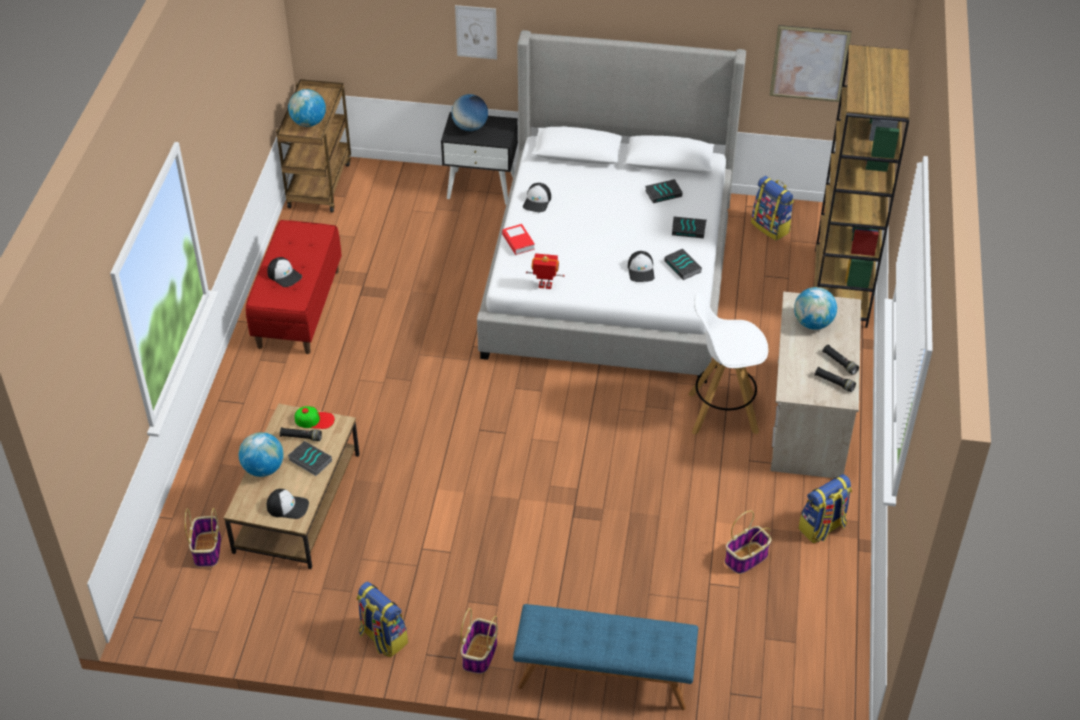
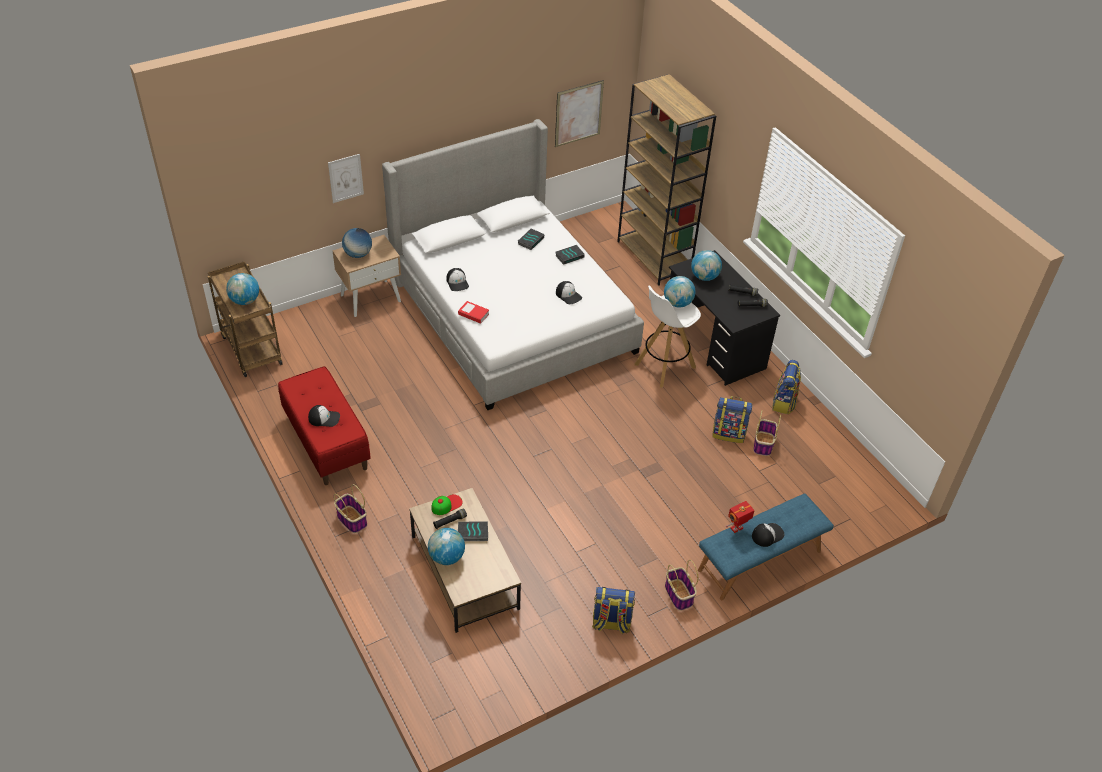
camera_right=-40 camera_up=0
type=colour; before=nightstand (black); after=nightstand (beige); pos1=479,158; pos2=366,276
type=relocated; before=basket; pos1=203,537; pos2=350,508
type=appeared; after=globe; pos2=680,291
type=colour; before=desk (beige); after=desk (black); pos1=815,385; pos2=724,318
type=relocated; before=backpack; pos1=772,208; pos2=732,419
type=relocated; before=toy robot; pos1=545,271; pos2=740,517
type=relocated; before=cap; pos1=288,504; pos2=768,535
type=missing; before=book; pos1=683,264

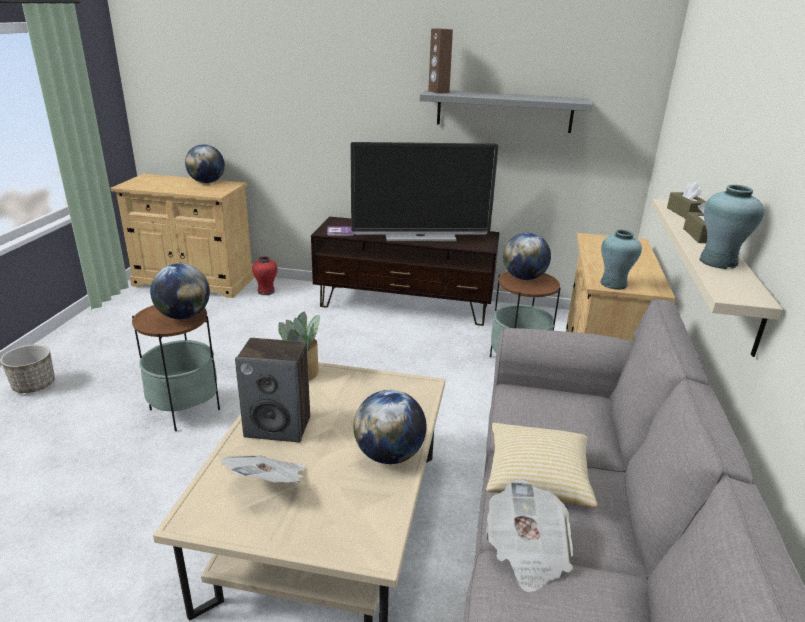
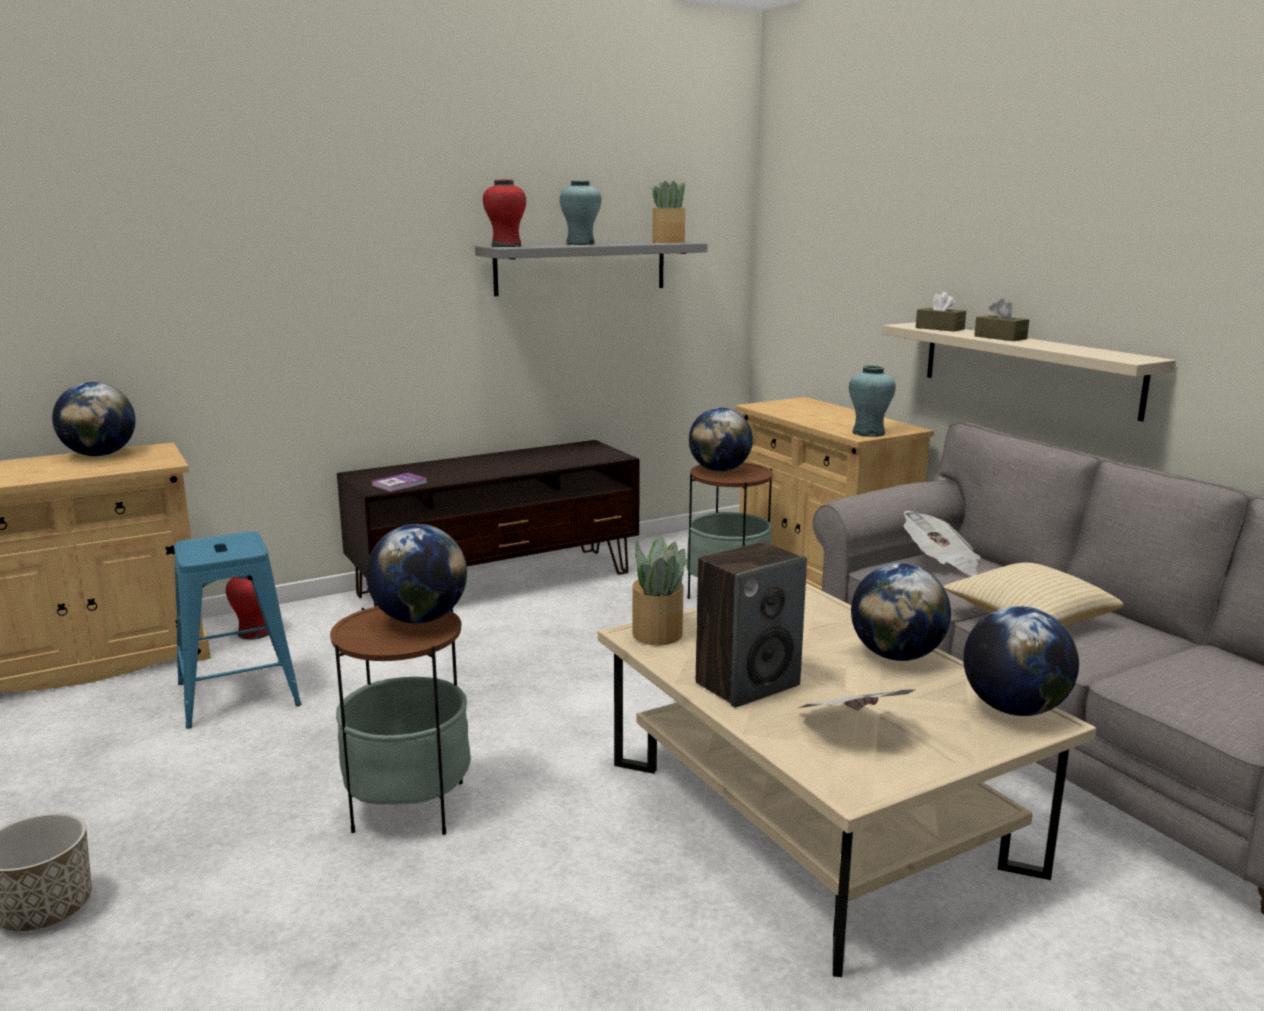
camera_right=-40 camera_up=-10
type=appeared; after=stool (blue); pos2=237,630
type=exchanged; before=speaker (brown); after=vase (red); pos1=440,61; pos2=504,213
type=relocated; before=vase (turquoise); pos1=731,227; pos2=580,212
type=appeared; after=potted plant; pos2=668,212
type=relocated; before=newspaper; pos1=529,536; pos2=941,543
type=appeared; after=globe; pos2=1021,661
type=missing; before=television; pos1=424,191

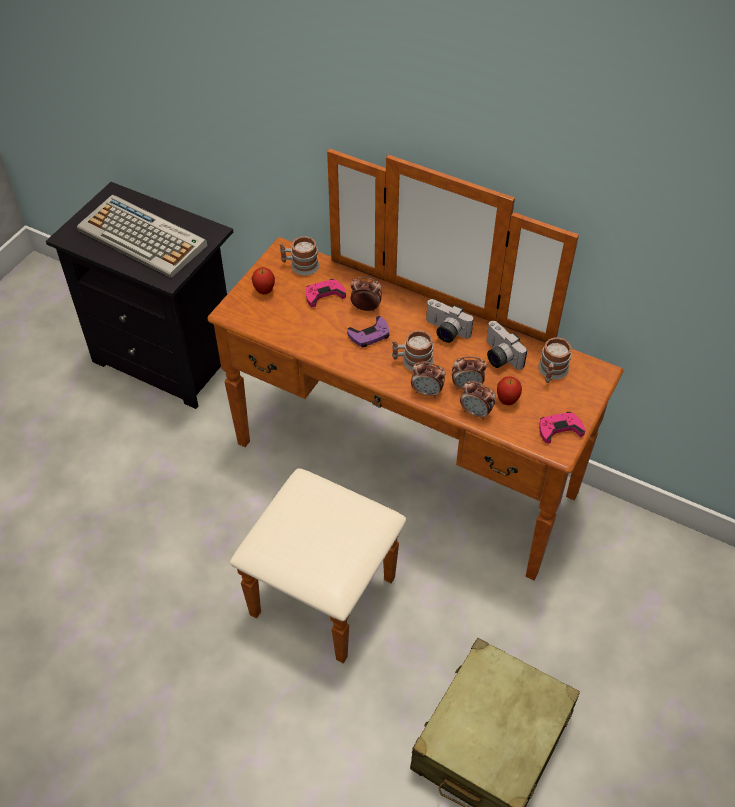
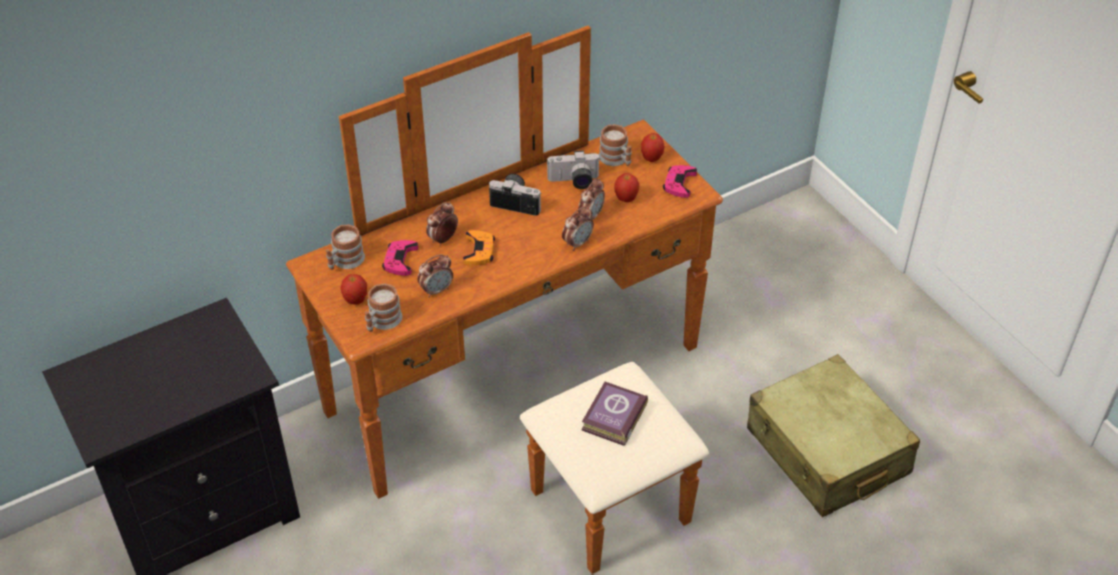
camera_right=-60 camera_up=-5
type=relocated; before=mug; pos1=412,350; pos2=383,307
type=relocated; before=alarm clock; pos1=477,400; pos2=435,276
type=colour; before=game controller (purple); after=game controller (orange); pos1=368,331; pos2=479,247
type=spun; before=photo camera; pos1=450,321; pos2=515,195; turn=-135
type=appeared; after=book; pos2=615,414
type=appeared; after=apple; pos2=652,147
type=missing; before=keyboard; pos1=142,236

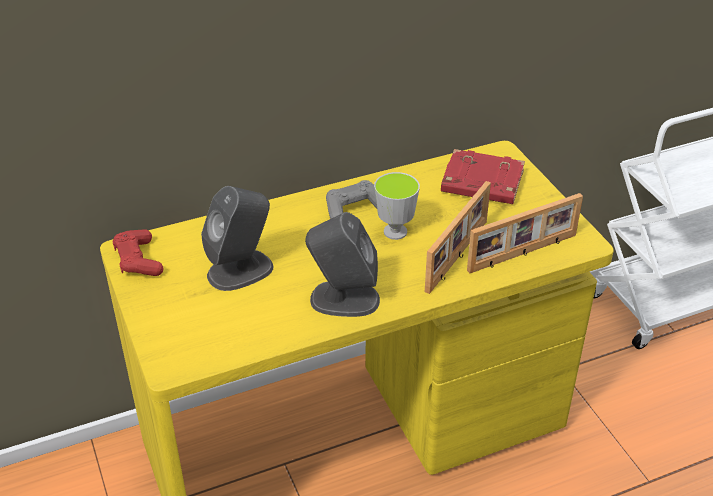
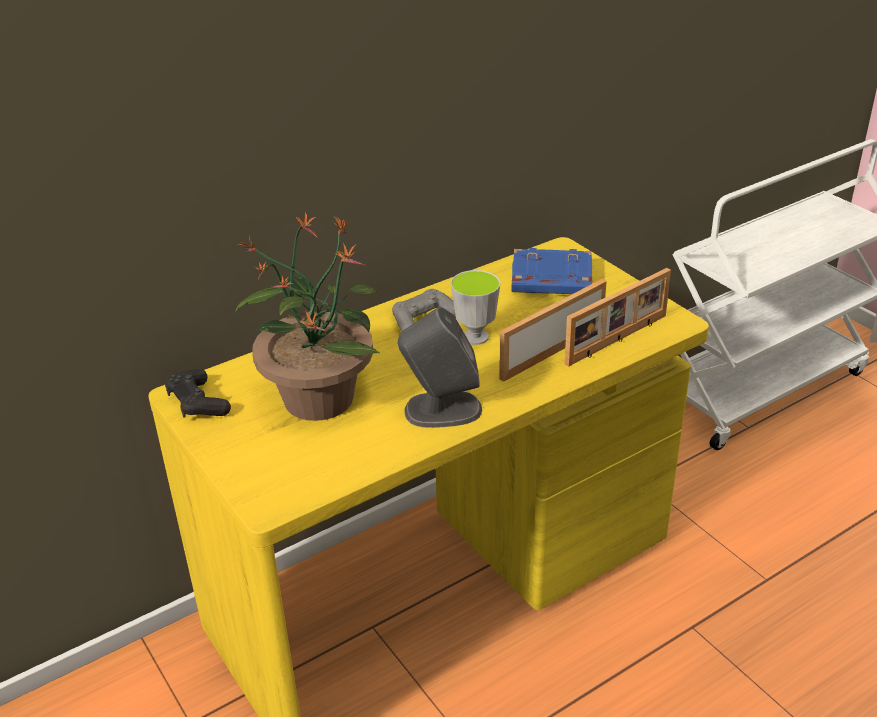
camera_right=-10 camera_up=-5
type=colour; before=game controller (red); after=game controller (black); pos1=138,253; pos2=198,393
type=exchanged; before=speaker (grey); after=potted plant; pos1=237,238; pos2=308,316
type=spun; before=picture frame; pos1=458,237; pos2=553,330; turn=-150
type=colour; before=book (red); after=book (blue); pos1=483,176; pos2=551,271

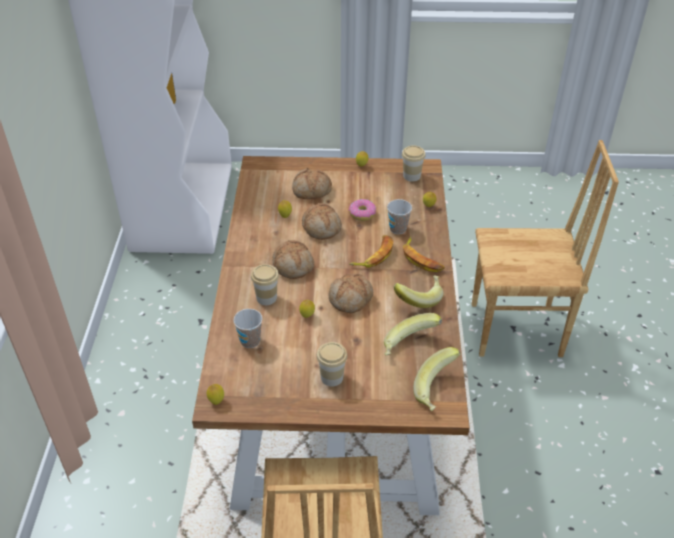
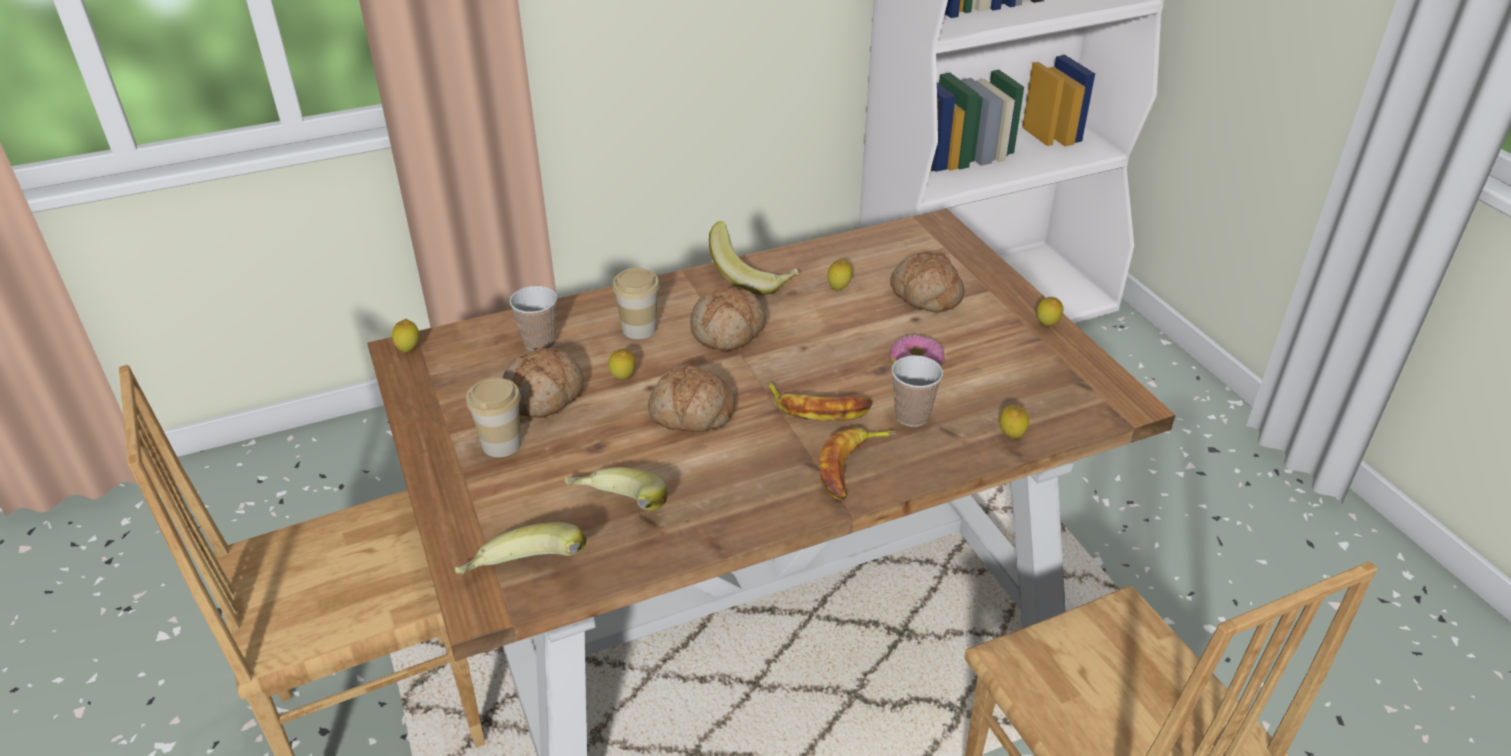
camera_right=65 camera_up=-5
type=relocated; before=bread; pos1=322,221; pos2=543,383
type=relocated; before=banana; pos1=419,291; pos2=754,258
type=missing; before=cup; pos1=413,163

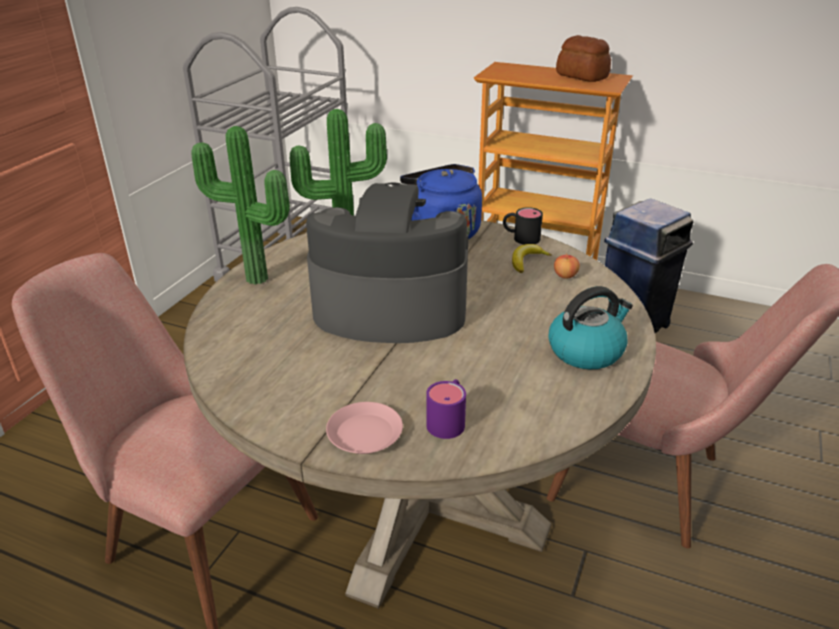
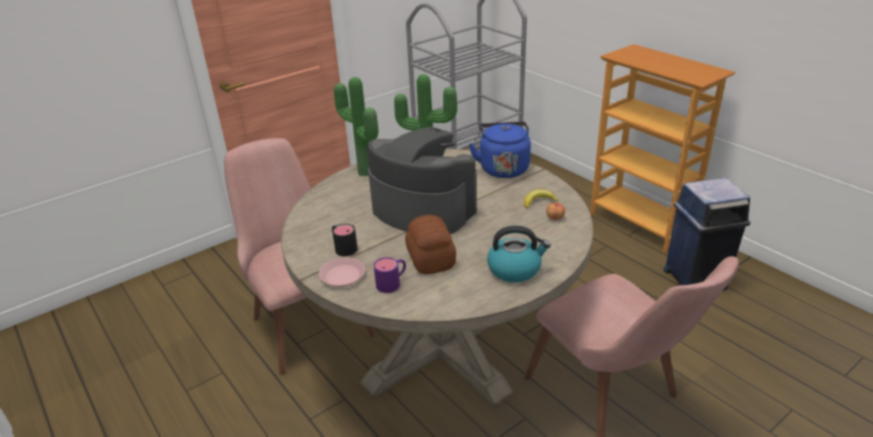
camera_right=30 camera_up=0
type=relocated; before=mug (black); pos1=523,226; pos2=345,240
type=relocated; before=bread; pos1=583,58; pos2=430,244

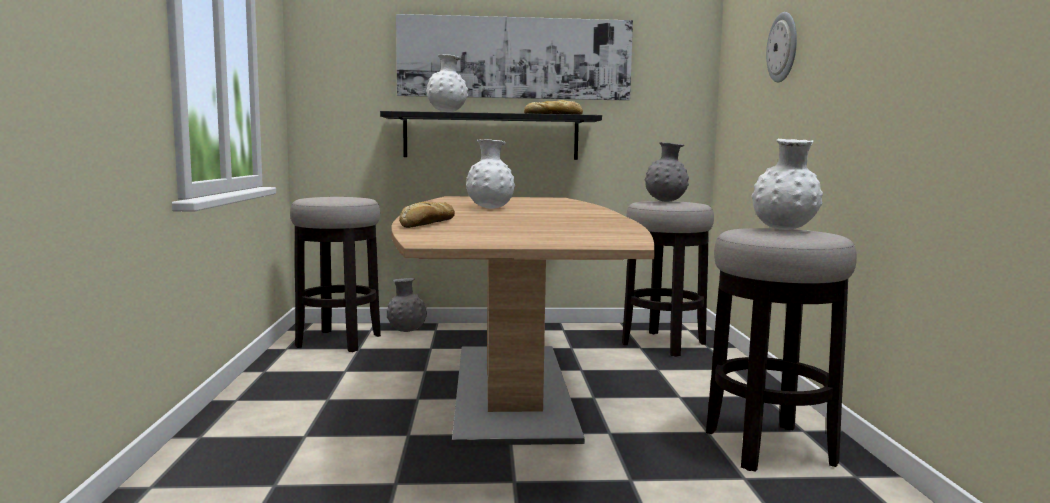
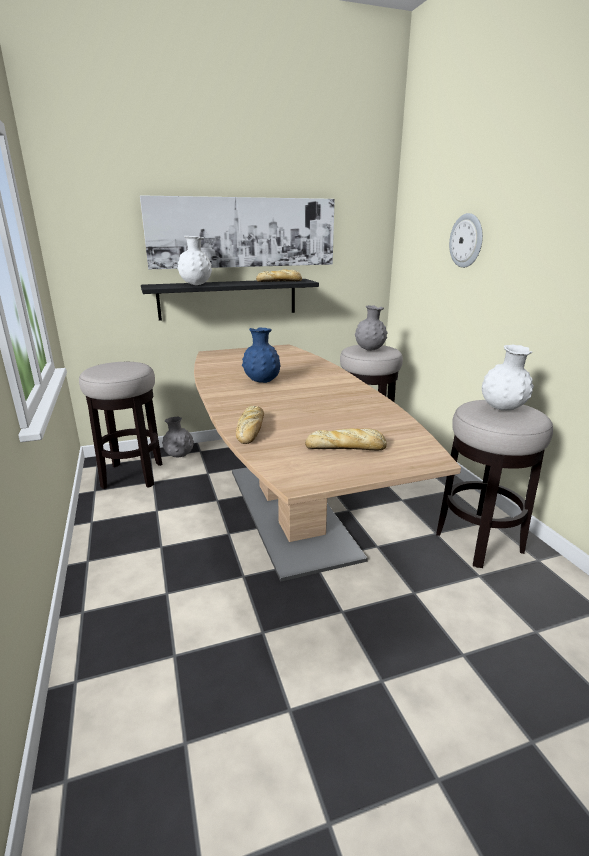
camera_right=-15 camera_up=15
type=colour; before=vase (white); after=vase (blue); pos1=490,174; pos2=261,355
type=appeared; after=bread; pos2=346,439

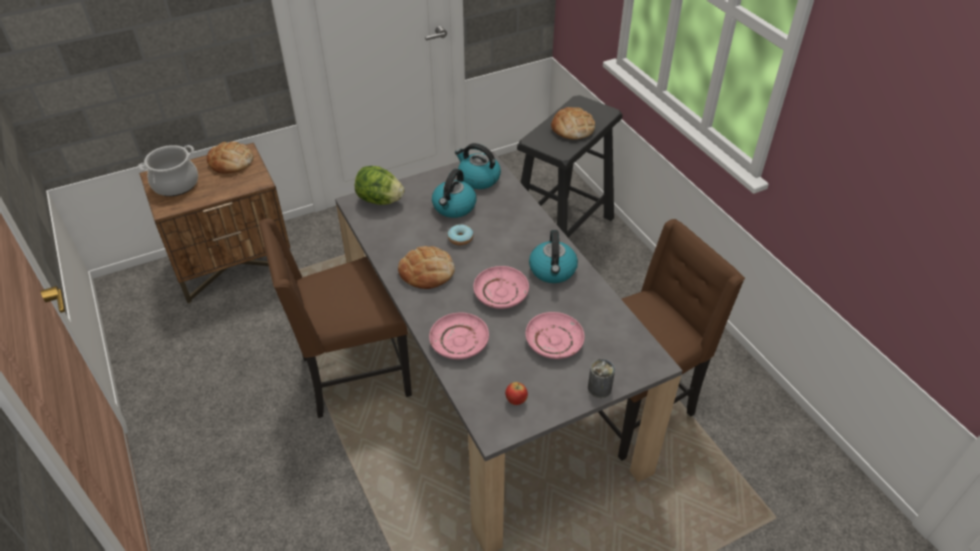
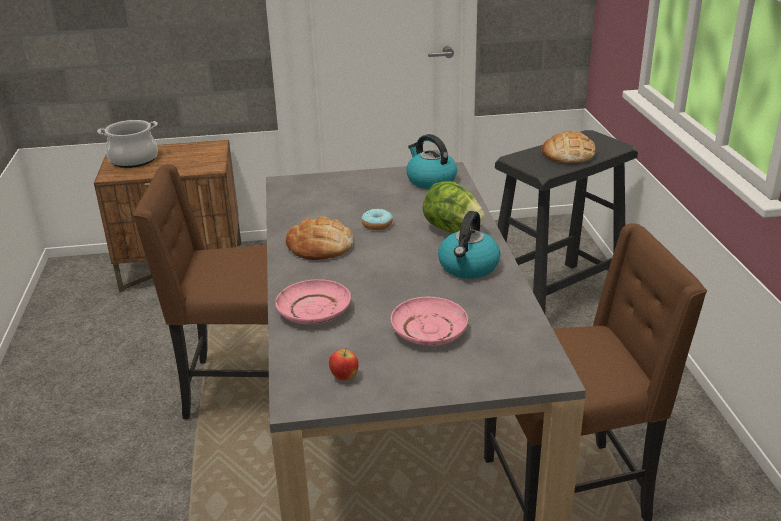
camera_right=20 camera_up=-15
type=relocated; before=lettuce; pos1=379,185; pos2=454,207
type=missing; before=bread; pos1=230,157
type=missing; before=kettle; pos1=454,193
type=missing; before=plate (pink); pos1=501,287
type=missing; before=can; pos1=601,378

